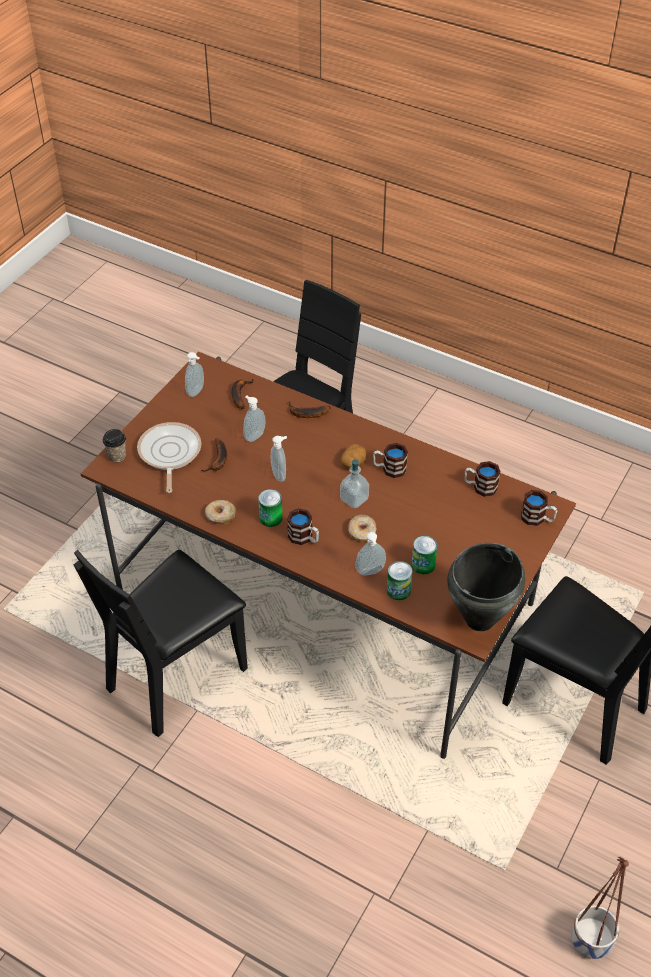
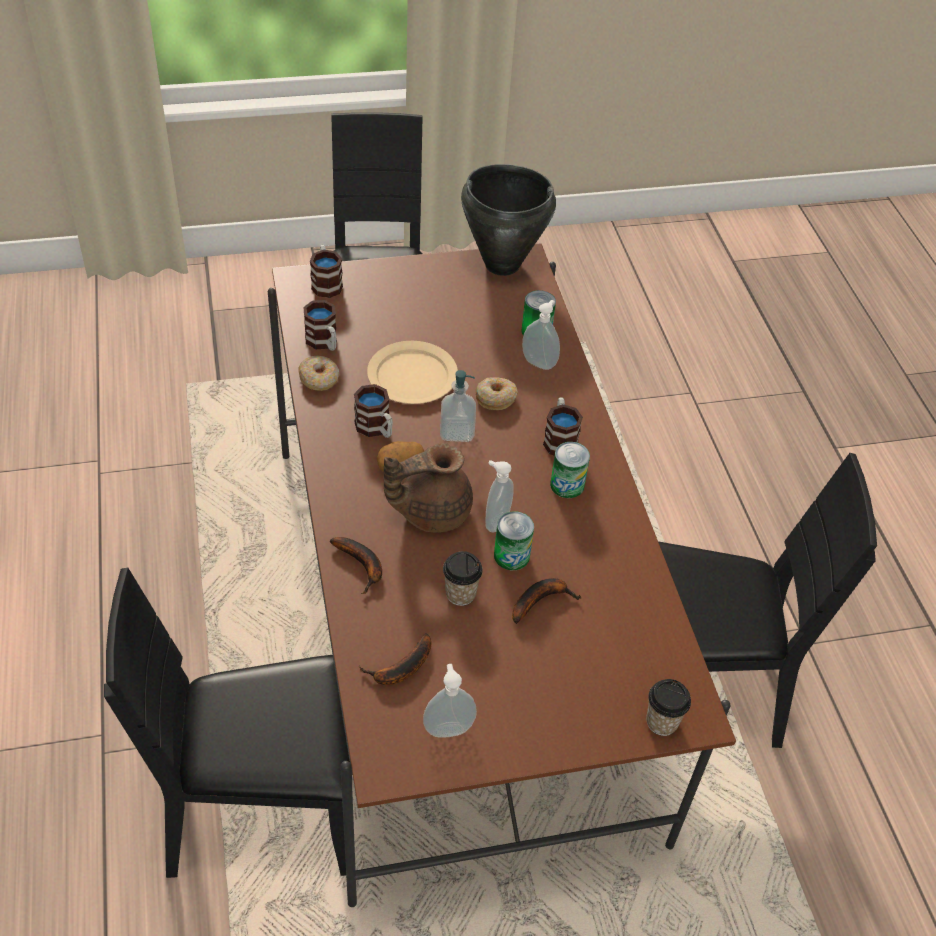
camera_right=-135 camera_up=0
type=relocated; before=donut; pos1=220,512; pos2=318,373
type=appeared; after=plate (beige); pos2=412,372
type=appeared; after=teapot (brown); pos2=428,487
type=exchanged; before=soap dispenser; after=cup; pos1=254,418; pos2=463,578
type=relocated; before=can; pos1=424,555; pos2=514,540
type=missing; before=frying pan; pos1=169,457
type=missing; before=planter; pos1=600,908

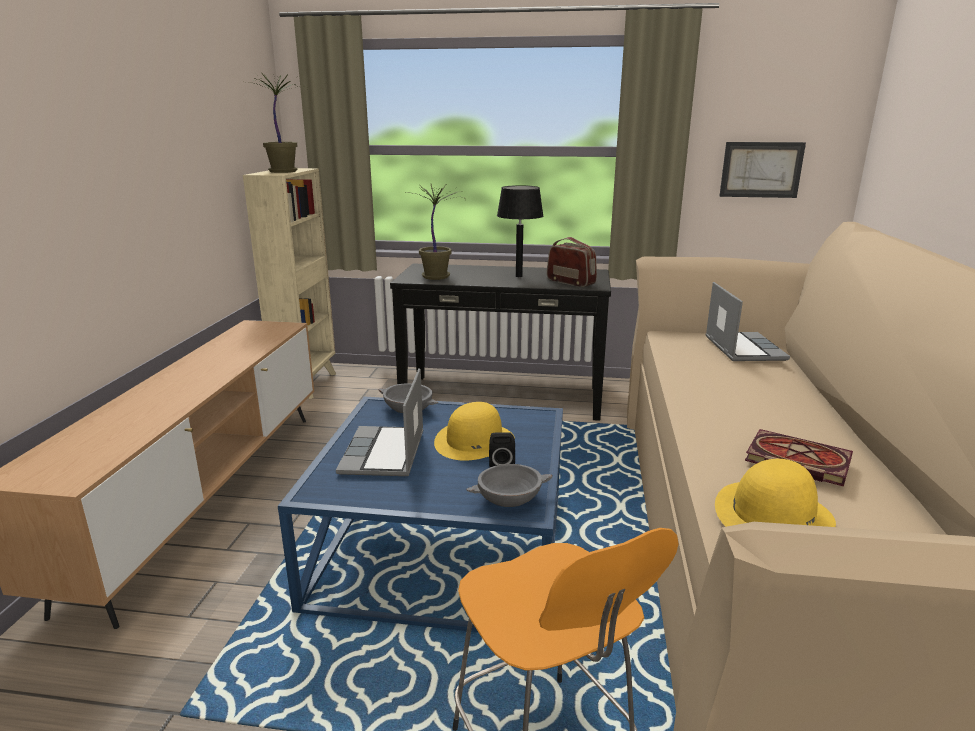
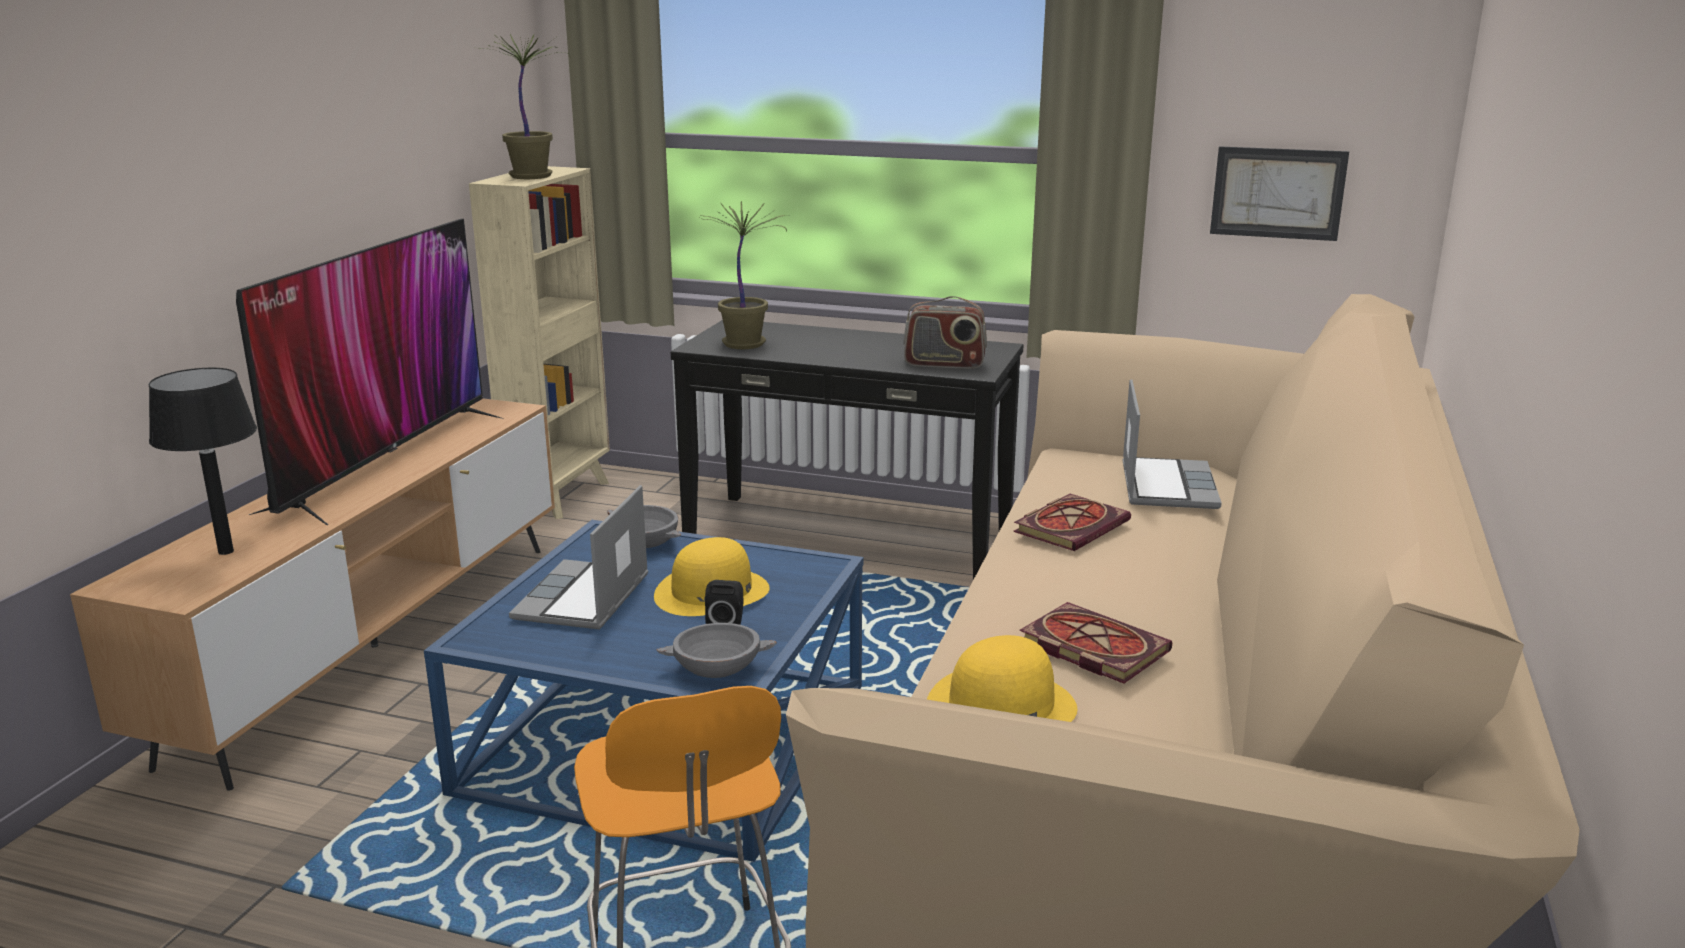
camera_right=10 camera_up=0
type=relocated; before=table lamp (black); pos1=520,231; pos2=203,461
type=appeared; after=television; pos2=370,372
type=spun; before=radio; pos1=572,262; pos2=945,332; turn=135
type=appeared; after=book; pos2=1072,522

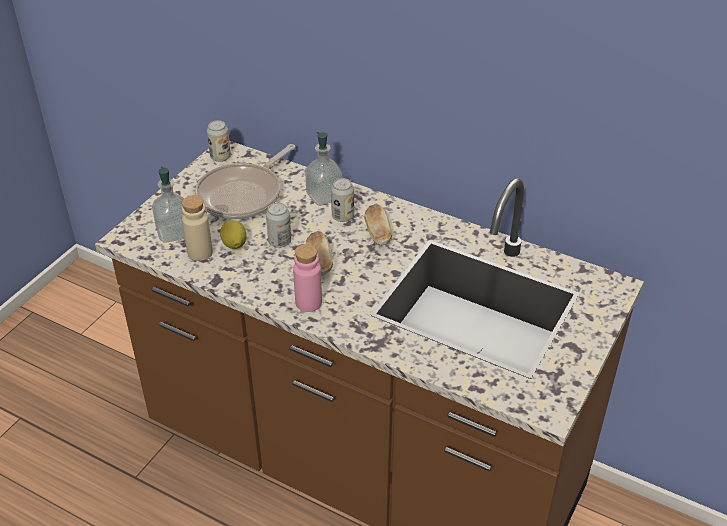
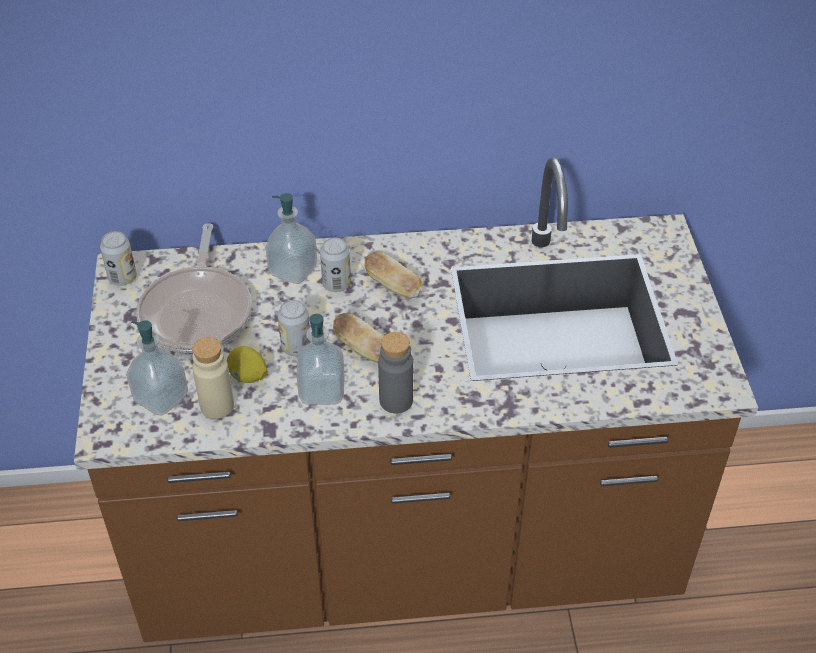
camera_right=-35 camera_up=5
type=appeared; after=soap dispenser; pos2=320,359
type=colour; before=bottle (pink); after=bottle (grey); pos1=307,278; pos2=395,373

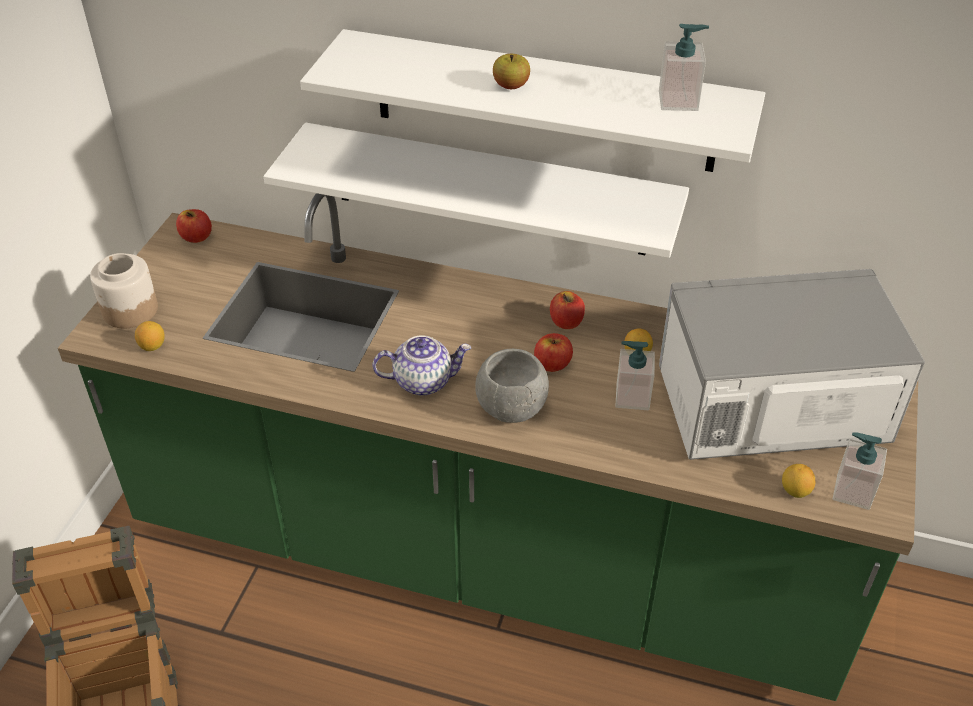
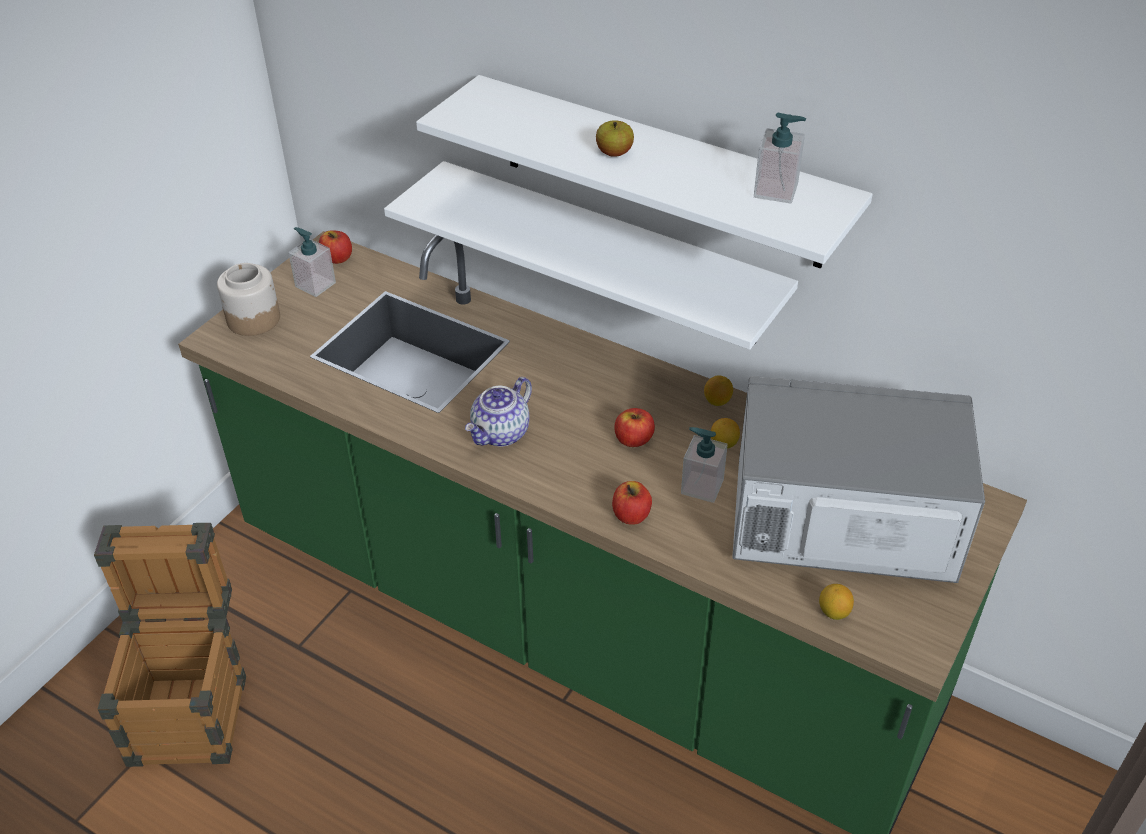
camera_right=15 camera_up=0
type=relocated; before=soap dispenser; pos1=860,471; pos2=312,262
type=spun; before=teapot; pos1=421,365; pos2=498,412; turn=120
type=relocated; before=apple; pos1=567,310; pos2=632,503
type=relocated; before=lemon; pos1=150,336; pos2=718,391
type=missing; before=bowl (grey); pos1=512,386

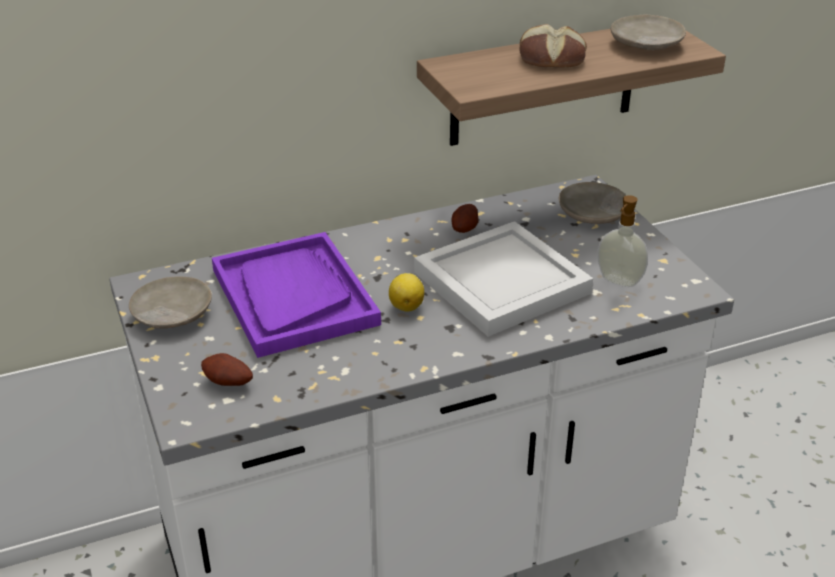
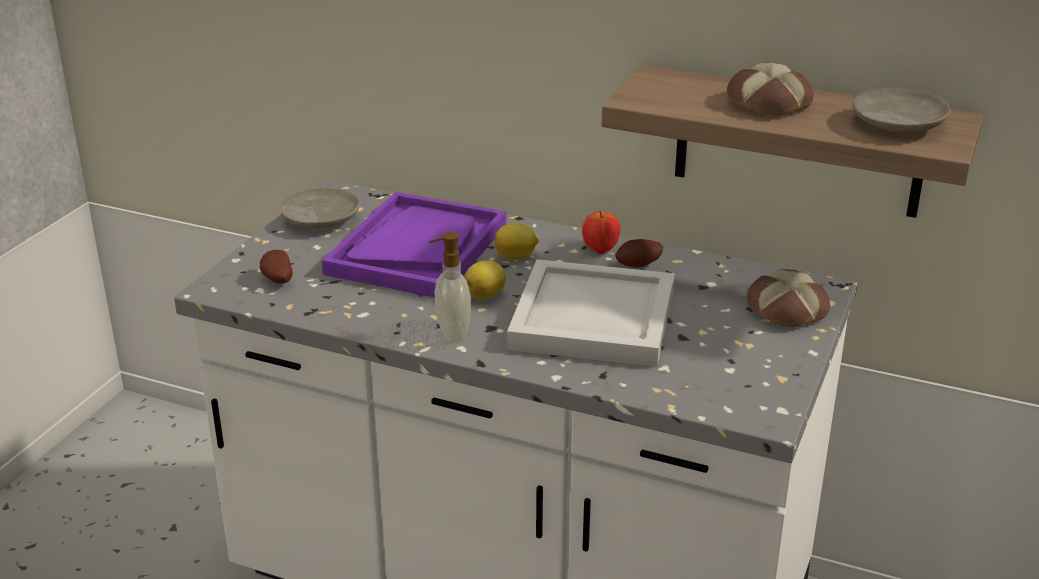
camera_right=45 camera_up=-5
type=relocated; before=soap dispenser; pos1=622,241; pos2=450,287
type=appeared; after=lemon; pos2=517,241
type=appeared; after=apple; pos2=601,232
type=exchanged; before=plate (beige); after=bread; pos1=592,203; pos2=788,298

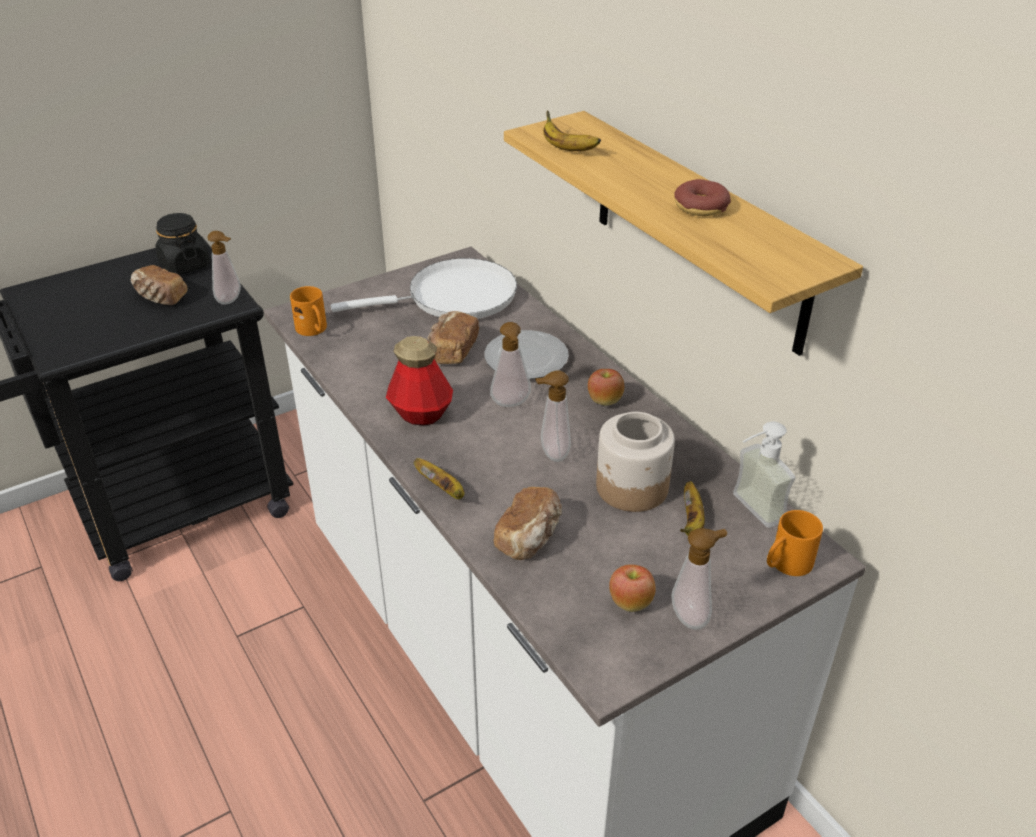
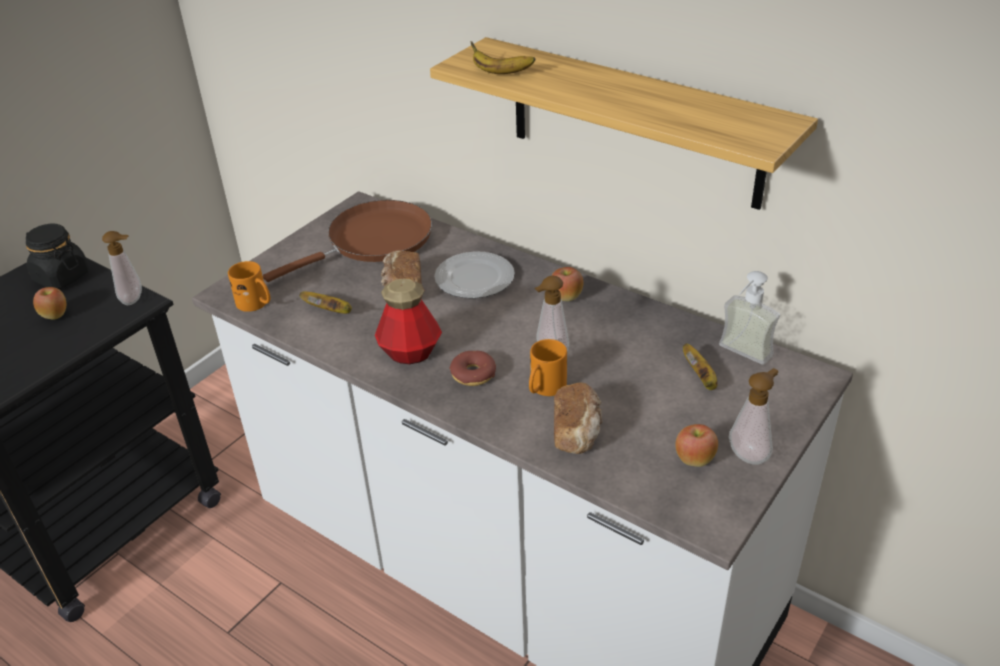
camera_right=-20 camera_up=0
type=exchanged; before=bread; after=apple; pos1=159,285; pos2=49,303
type=colour; before=frying pan (white); after=frying pan (brown); pos1=424,288; pos2=347,241
type=relocated; before=banana; pos1=439,478; pos2=325,303
type=relocated; before=donut; pos1=702,197; pos2=472,368
type=relocated; before=mug (orange); pos1=795,543; pos2=548,367
type=missing; before=soap dispenser; pos1=510,364
type=missing; before=jar; pos1=635,462

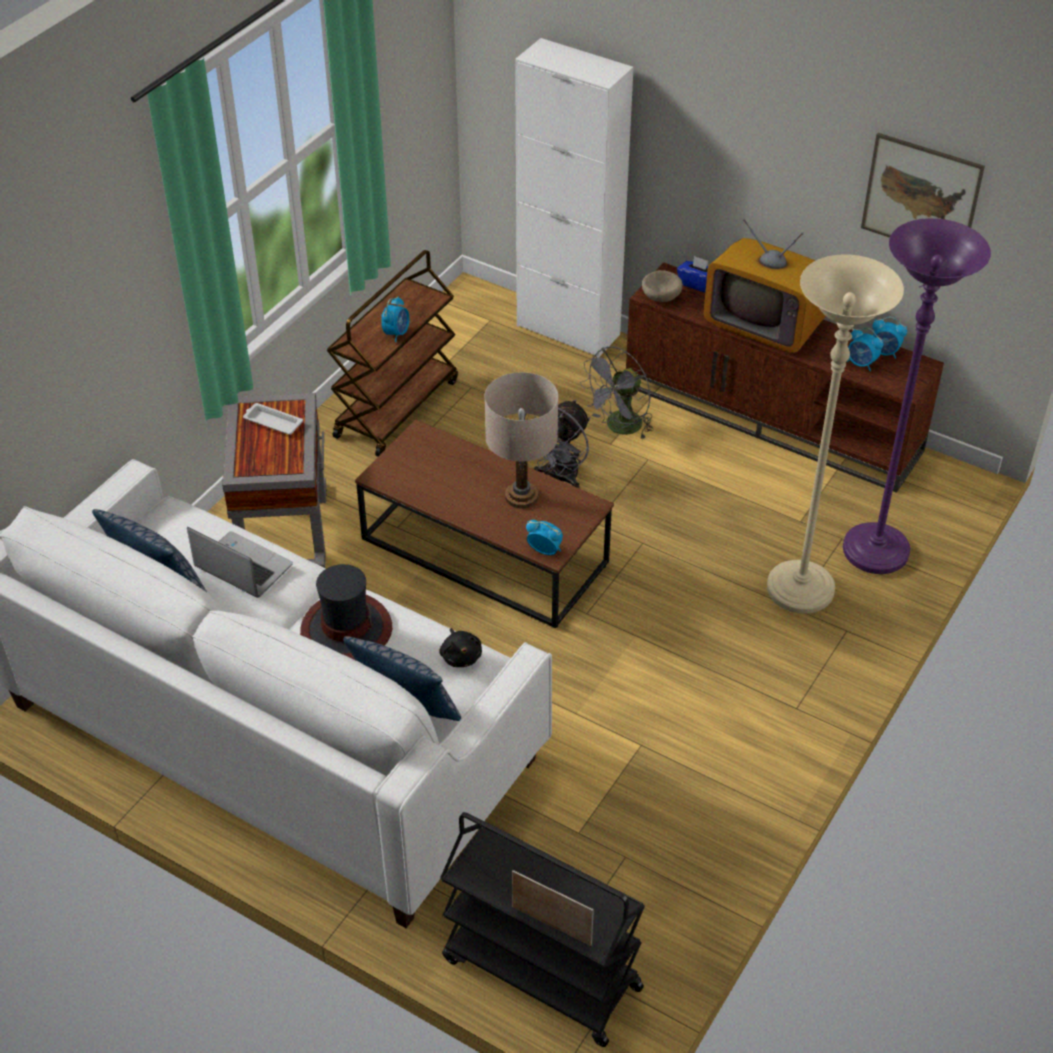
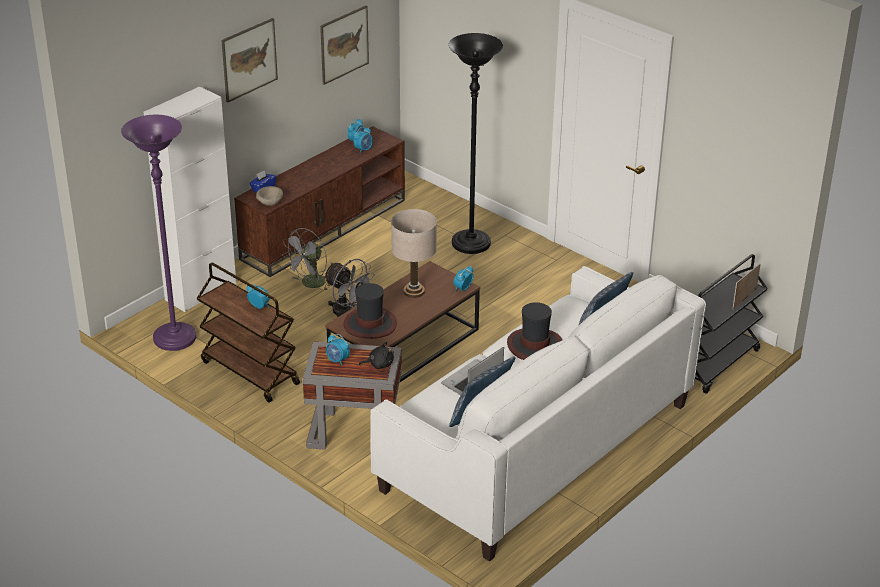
camera_right=-80 camera_up=-10
type=relocated; before=floor lamp (purple); pos1=917,396; pos2=158,233
type=appeared; after=picture; pos2=249,60
type=spun; before=fan (grey); pos1=616,393; pos2=306,259; turn=75
type=exchanged; before=tray (white); after=alarm clock; pos1=273,419; pos2=338,350
type=appeared; after=hat; pos2=370,311
type=relocated; before=plush toy (black); pos1=460,647; pos2=376,355
type=colour; before=floor lamp (beige); after=floor lamp (black); pos1=835,434; pos2=475,143
type=missing; before=television; pos1=765,286

